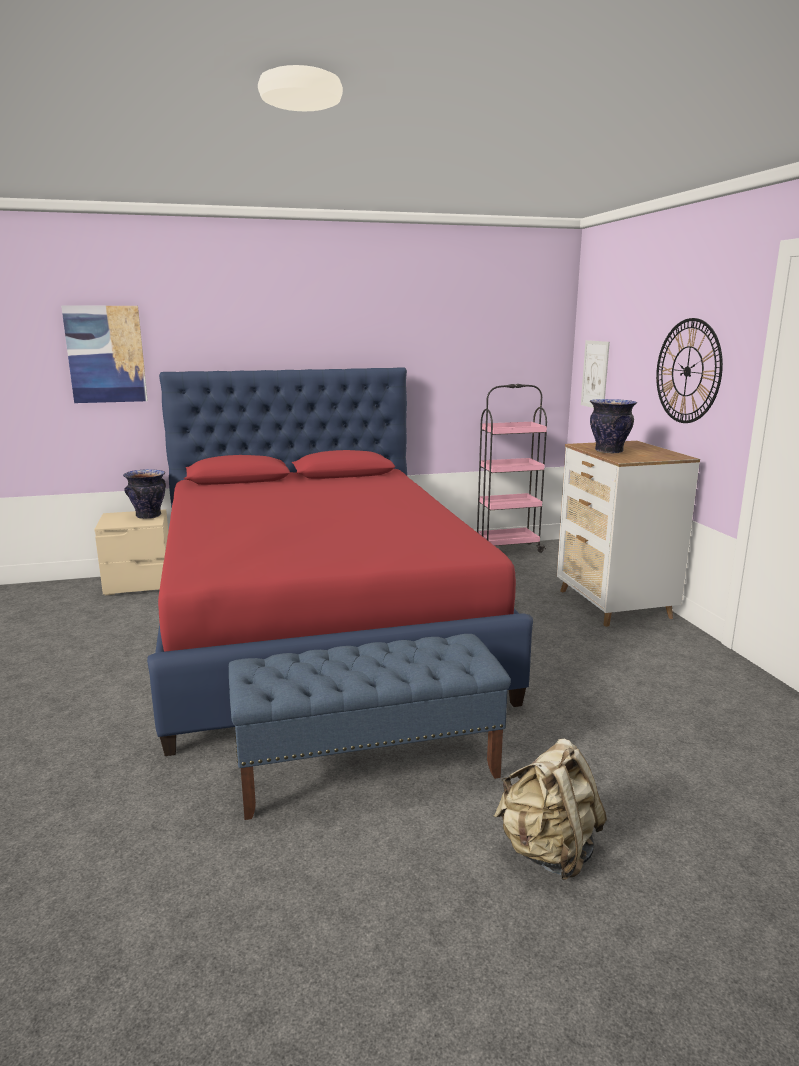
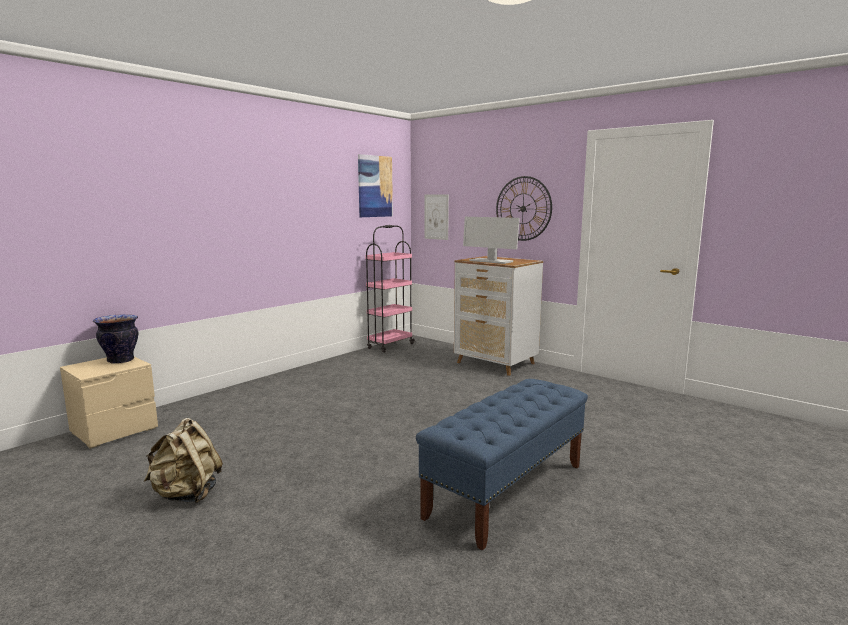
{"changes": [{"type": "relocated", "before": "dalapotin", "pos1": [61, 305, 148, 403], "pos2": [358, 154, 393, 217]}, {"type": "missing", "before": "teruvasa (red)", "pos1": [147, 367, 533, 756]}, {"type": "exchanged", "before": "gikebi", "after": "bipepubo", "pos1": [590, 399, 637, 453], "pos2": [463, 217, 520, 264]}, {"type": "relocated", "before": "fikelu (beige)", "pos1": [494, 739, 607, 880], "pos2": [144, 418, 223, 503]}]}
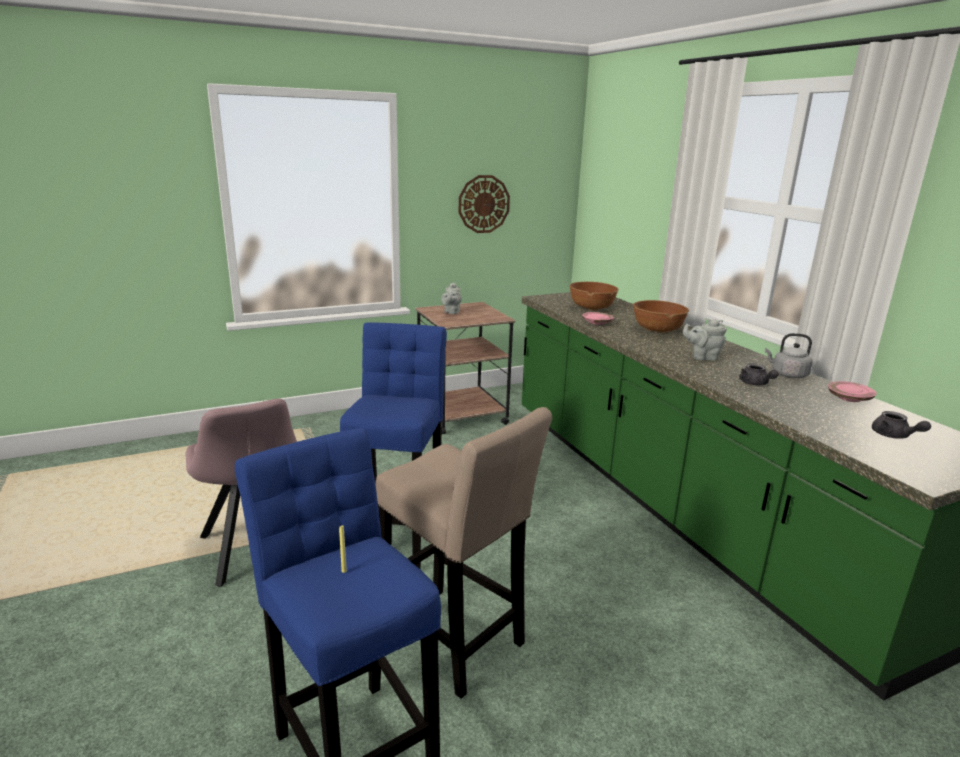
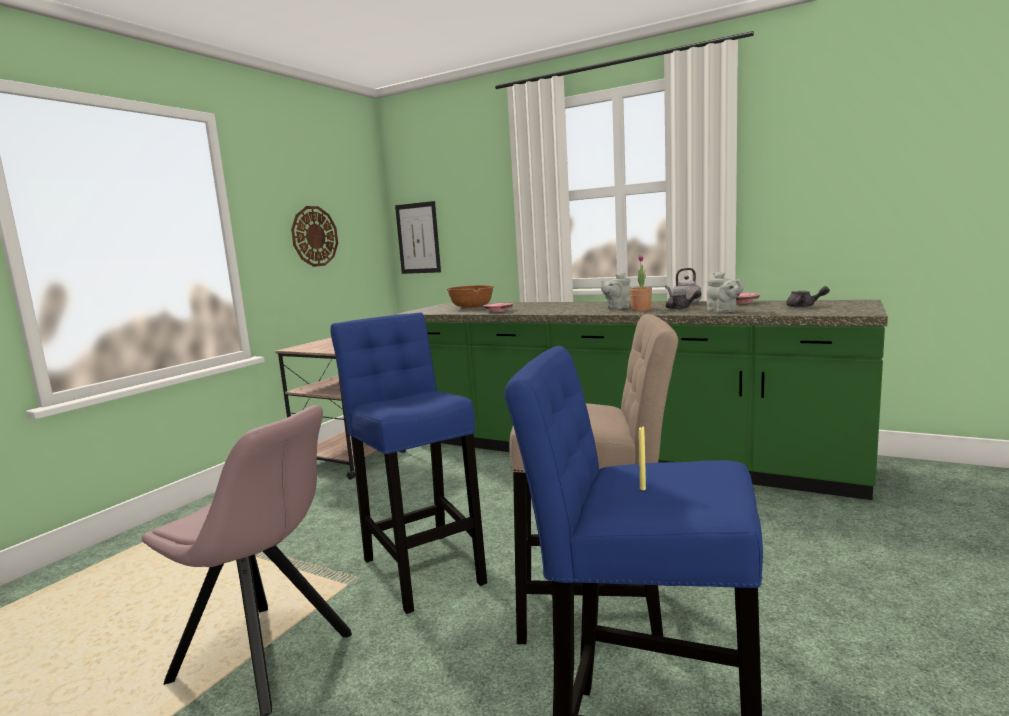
{"changes": [{"type": "relocated", "before": "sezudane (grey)", "pos1": [441, 282, 462, 314], "pos2": [706, 272, 744, 312]}, {"type": "missing", "before": "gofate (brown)", "pos1": [633, 300, 689, 333]}, {"type": "appeared", "after": "dalapotin", "pos2": [395, 201, 441, 274]}, {"type": "appeared", "after": "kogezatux", "pos2": [630, 255, 652, 311]}]}
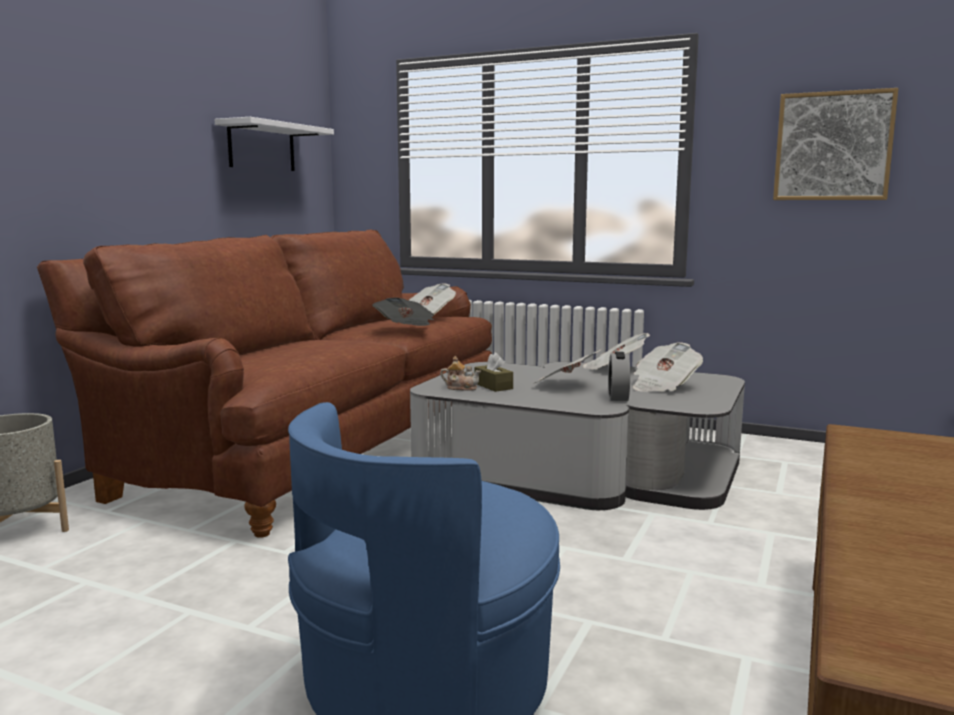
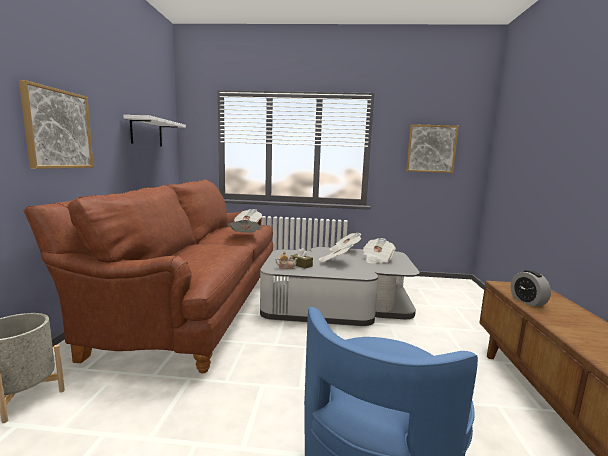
{"changes": [{"type": "relocated", "before": "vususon", "pos1": [608, 352, 630, 401], "pos2": [511, 270, 551, 307]}, {"type": "appeared", "after": "dalapotin", "pos2": [19, 80, 94, 169]}]}
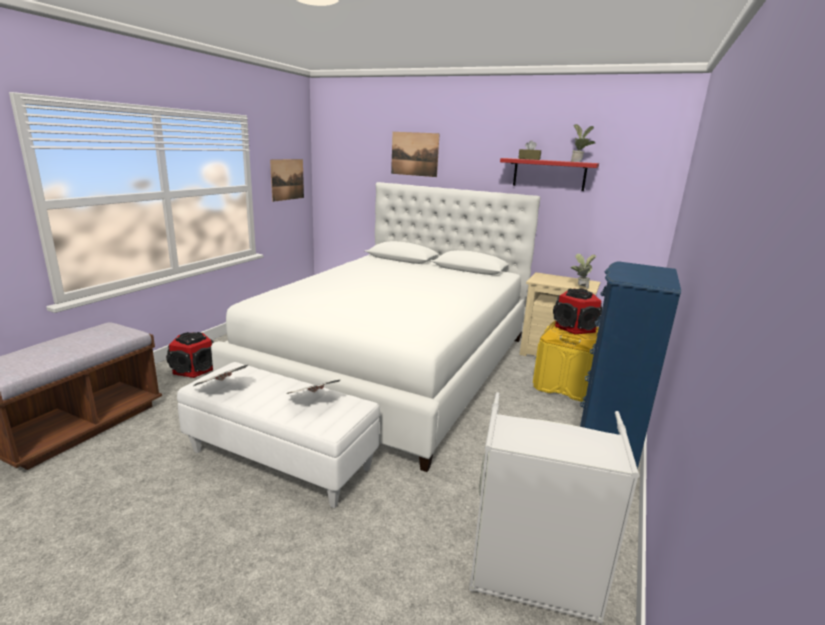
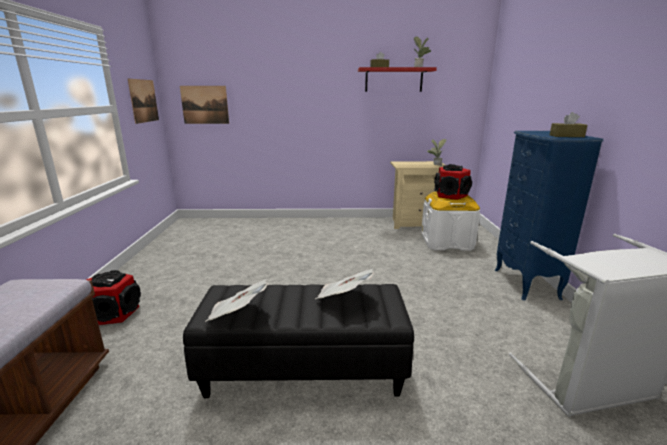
{"changes": [{"type": "relocated", "before": "dalapotin", "pos1": [391, 132, 440, 177], "pos2": [180, 86, 229, 124]}, {"type": "missing", "before": "teruvasa (white)", "pos1": [211, 182, 540, 472]}, {"type": "colour", "before": "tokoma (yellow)", "after": "tokoma (white)", "pos1": [533, 321, 599, 402], "pos2": [421, 191, 480, 251]}, {"type": "colour", "before": "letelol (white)", "after": "letelol (black)", "pos1": [177, 362, 380, 509], "pos2": [183, 284, 414, 398]}, {"type": "appeared", "after": "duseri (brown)", "pos2": [550, 112, 588, 137]}]}
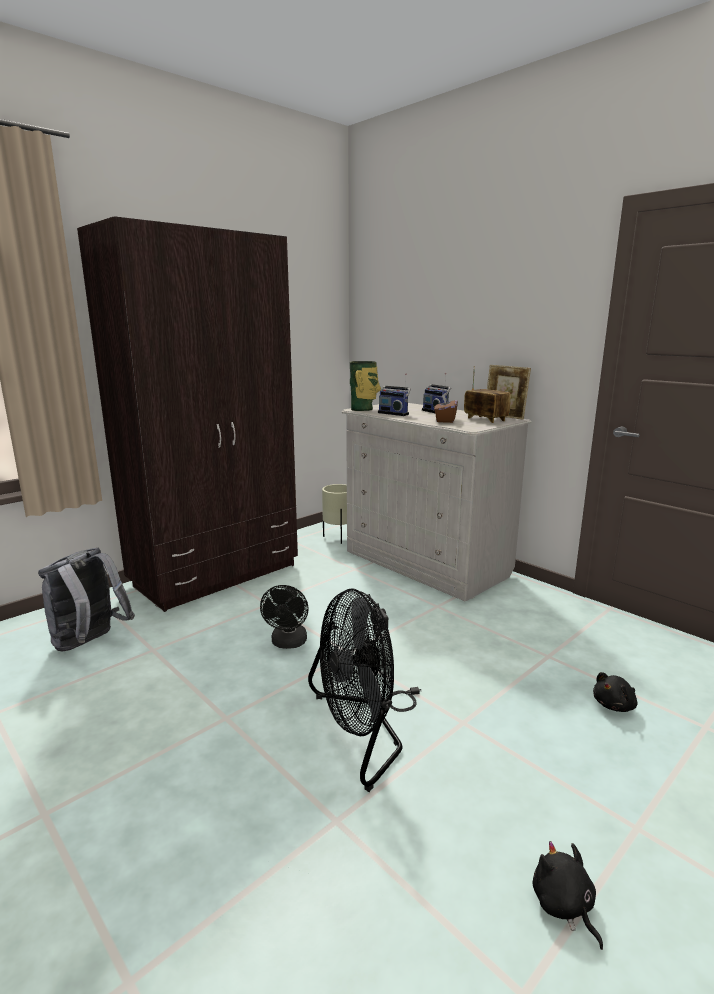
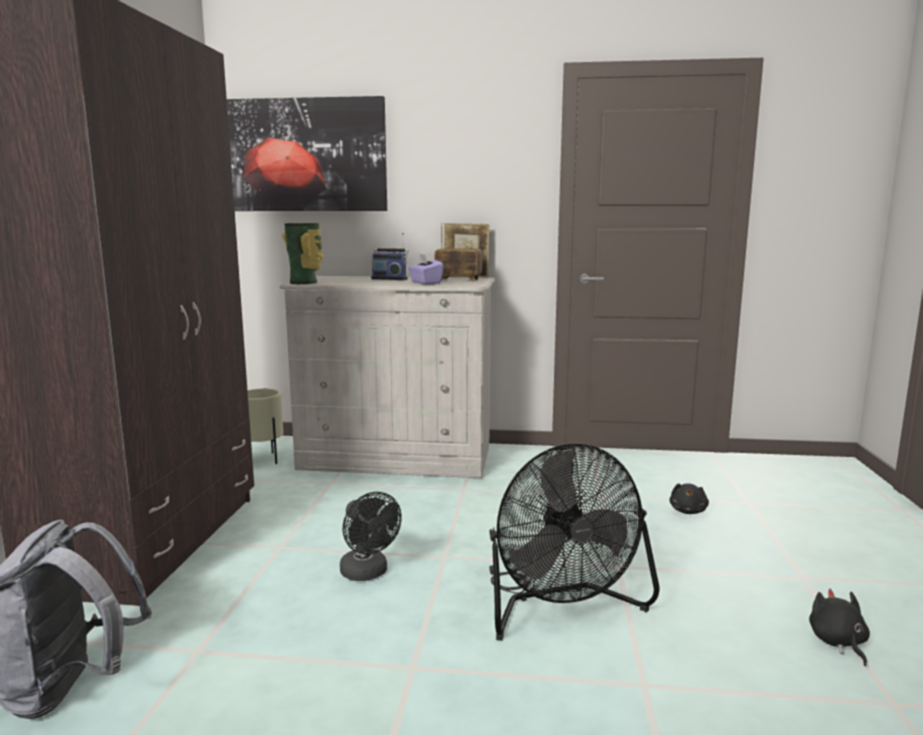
{"changes": [{"type": "missing", "before": "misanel", "pos1": [378, 374, 411, 416]}, {"type": "colour", "before": "duseri (brown)", "after": "duseri (purple)", "pos1": [434, 394, 458, 423], "pos2": [408, 253, 444, 284]}, {"type": "spun", "before": "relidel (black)", "pos1": [308, 589, 422, 792], "pos2": [490, 444, 659, 641], "turn": -45}, {"type": "spun", "before": "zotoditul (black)", "pos1": [533, 841, 603, 950], "pos2": [809, 588, 870, 666], "turn": 60}, {"type": "appeared", "after": "dalapotin", "pos2": [227, 96, 387, 211]}]}
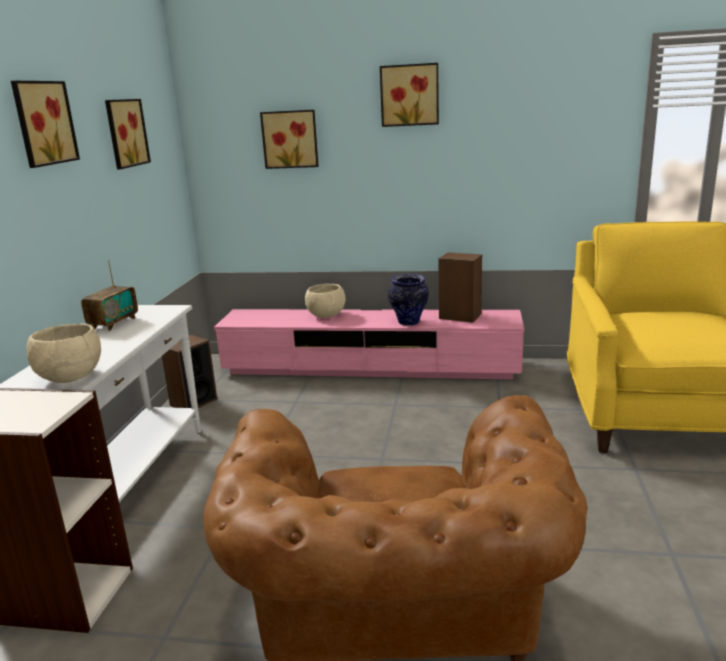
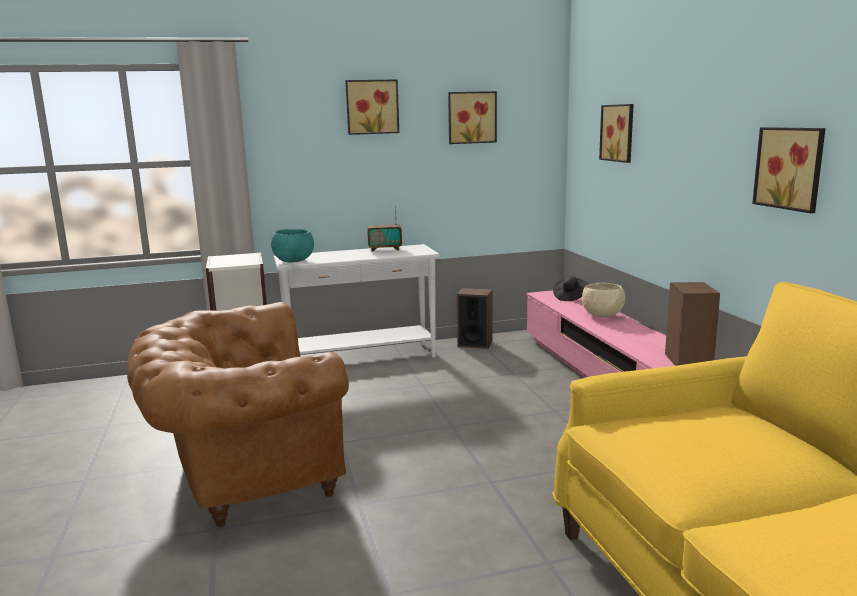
{"changes": [{"type": "relocated", "before": "dalapotin", "pos1": [380, 63, 439, 127], "pos2": [752, 127, 826, 213]}, {"type": "missing", "before": "gikebi", "pos1": [388, 274, 429, 326]}, {"type": "colour", "before": "gofate (beige)", "after": "gofate (turquoise)", "pos1": [26, 324, 101, 383], "pos2": [271, 229, 314, 263]}, {"type": "appeared", "after": "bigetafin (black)", "pos2": [553, 276, 589, 301]}]}
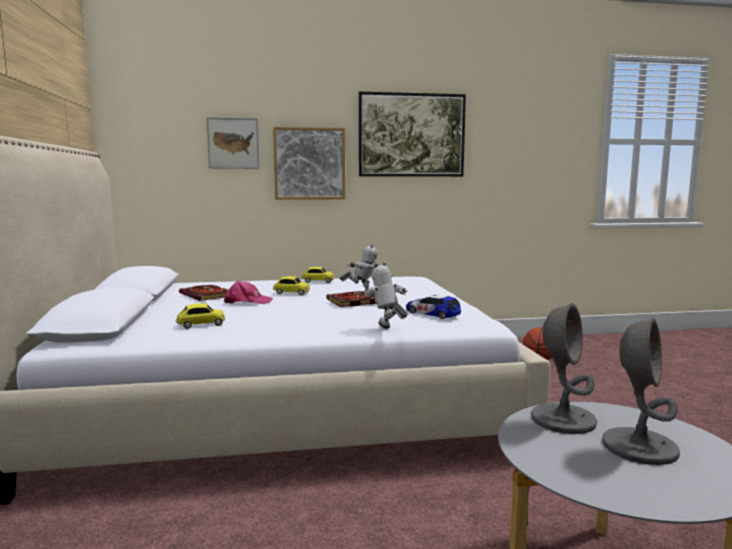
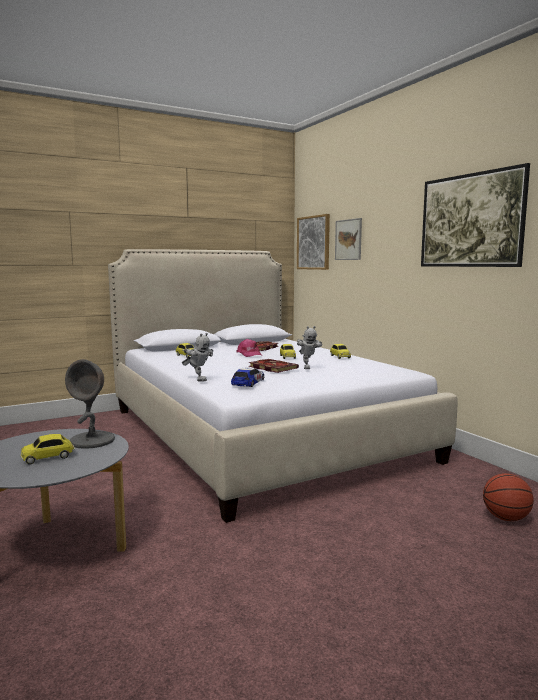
{"changes": [{"type": "relocated", "before": "dalapotin", "pos1": [273, 127, 345, 200], "pos2": [297, 214, 330, 270]}, {"type": "spun", "before": "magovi", "pos1": [365, 262, 408, 329], "pos2": [182, 333, 213, 382], "turn": 90}, {"type": "exchanged", "before": "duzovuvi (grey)", "after": "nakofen", "pos1": [602, 318, 680, 465], "pos2": [21, 434, 75, 465]}]}
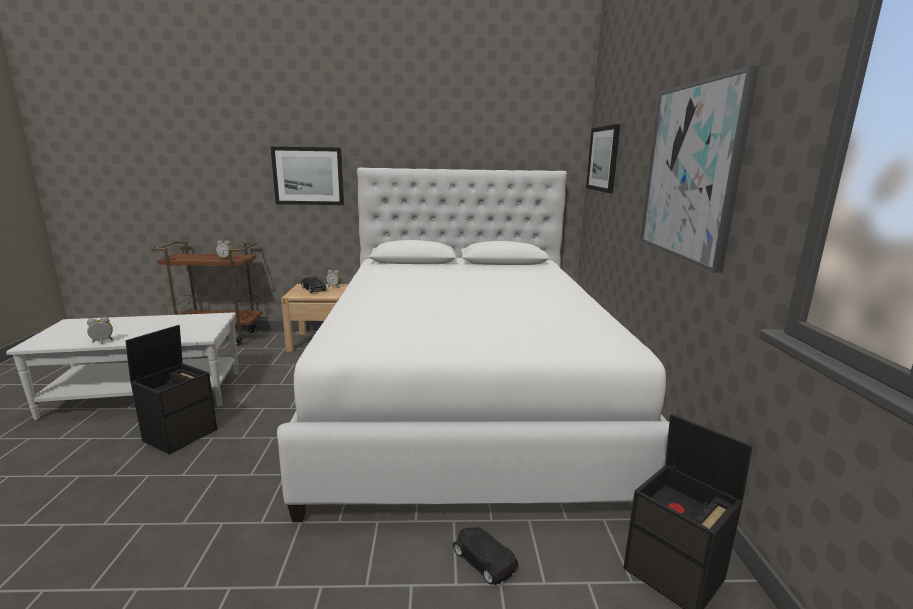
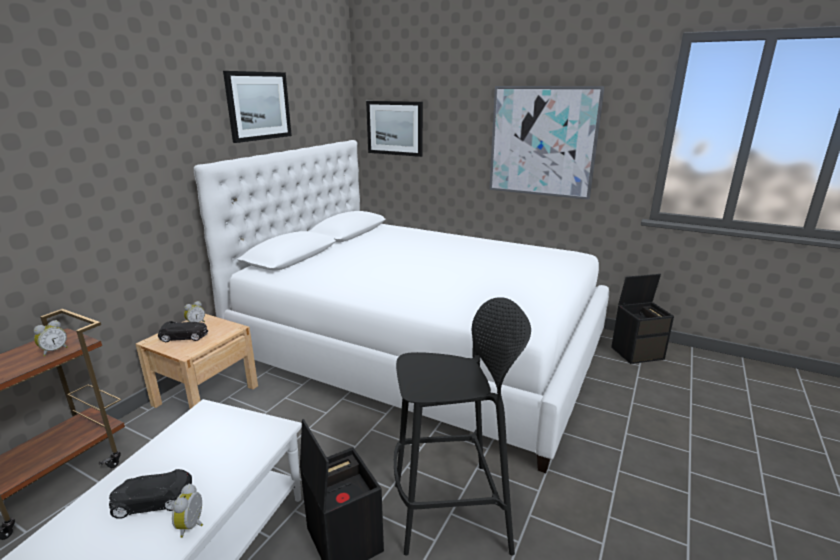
{"changes": [{"type": "relocated", "before": "dalapotin", "pos1": [271, 147, 344, 205], "pos2": [223, 71, 292, 143]}, {"type": "relocated", "before": "nakofen (black)", "pos1": [453, 527, 518, 585], "pos2": [109, 469, 192, 519]}, {"type": "appeared", "after": "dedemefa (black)", "pos2": [394, 297, 531, 556]}]}
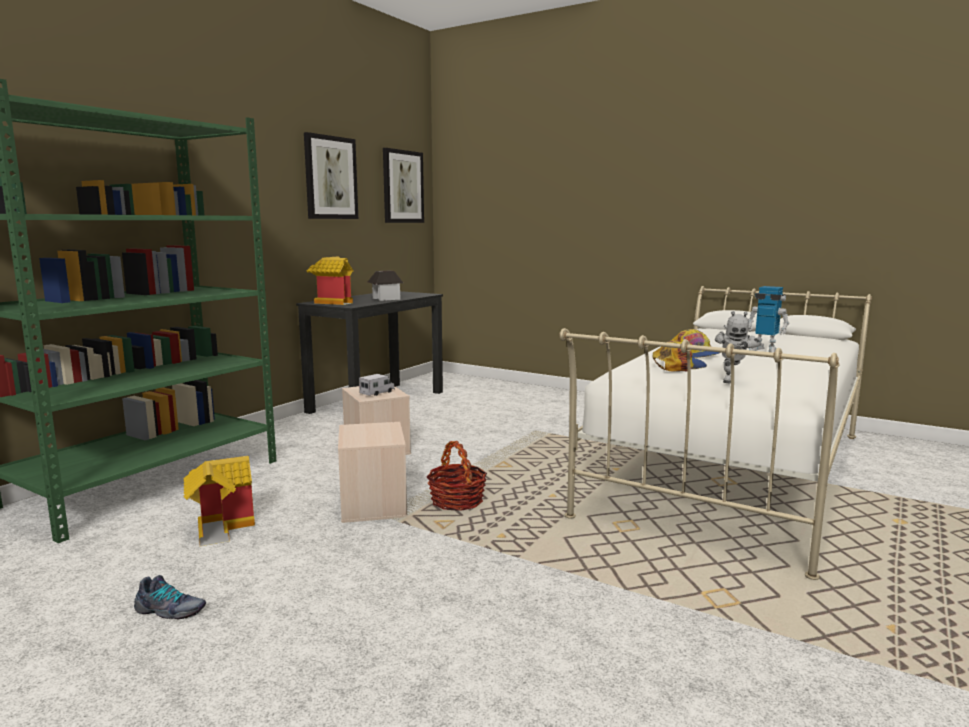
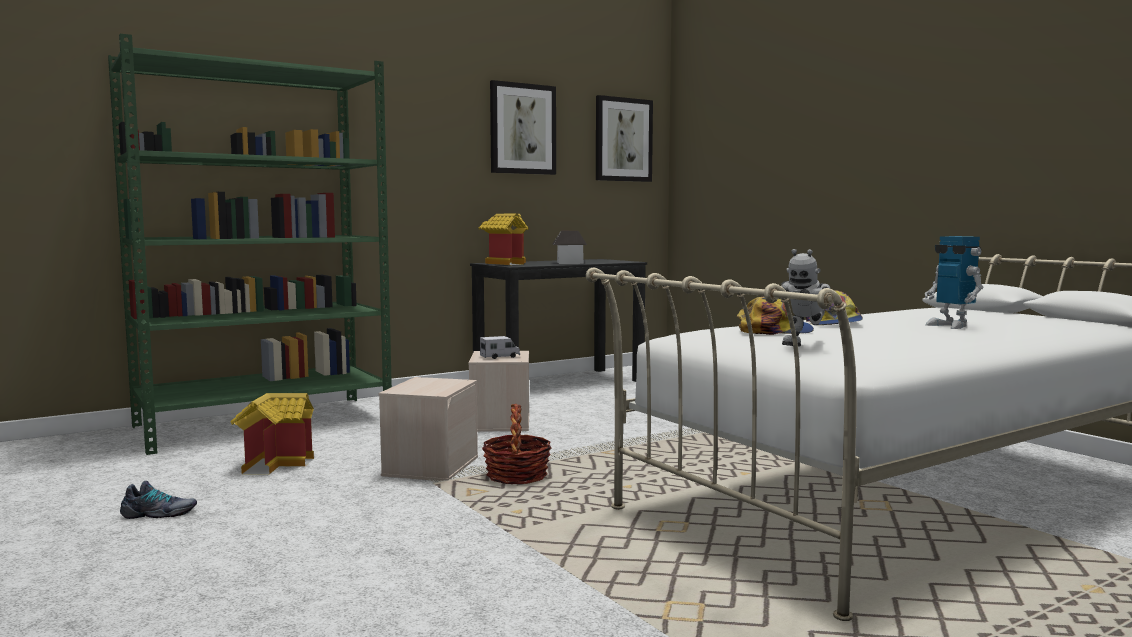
{"changes": [{"type": "spun", "before": "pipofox", "pos1": [134, 575, 206, 619], "pos2": [120, 481, 197, 519], "turn": -45}]}
